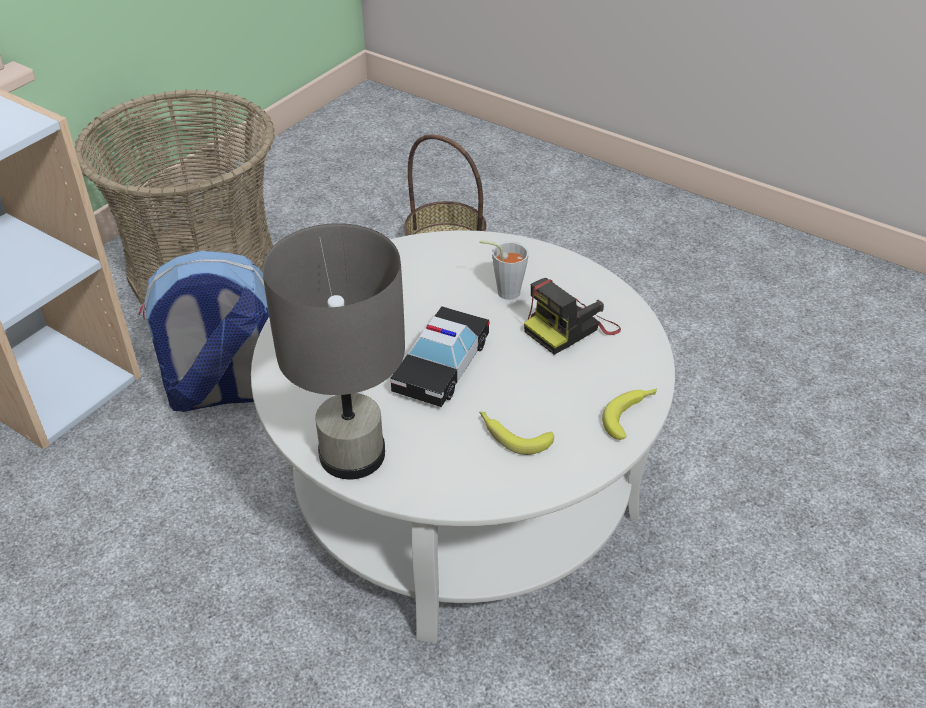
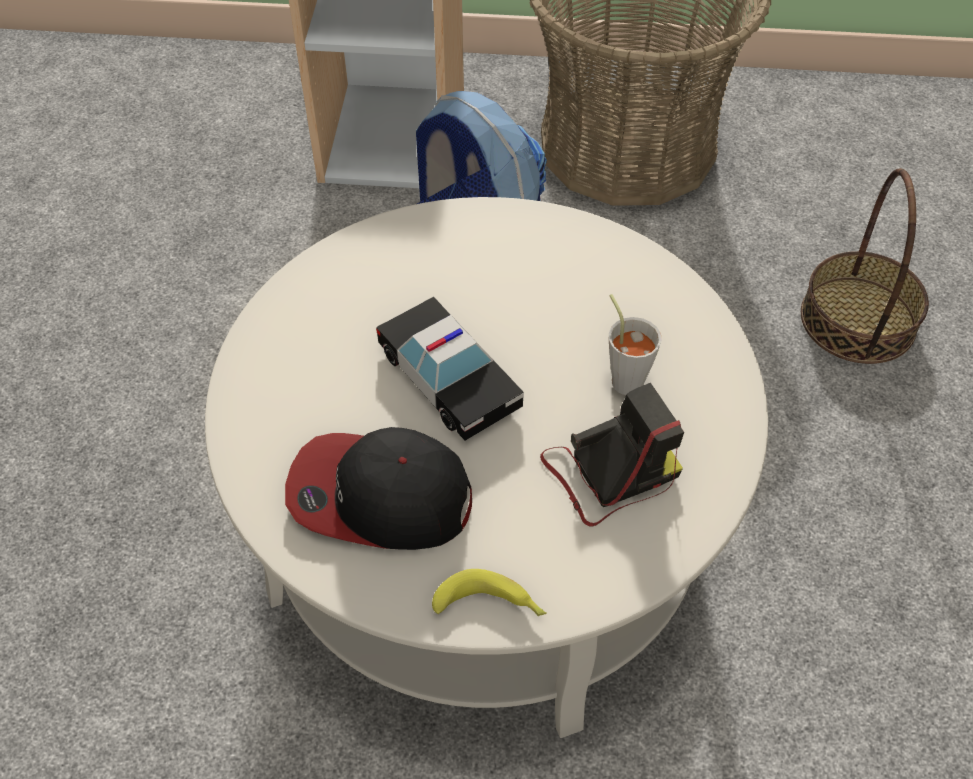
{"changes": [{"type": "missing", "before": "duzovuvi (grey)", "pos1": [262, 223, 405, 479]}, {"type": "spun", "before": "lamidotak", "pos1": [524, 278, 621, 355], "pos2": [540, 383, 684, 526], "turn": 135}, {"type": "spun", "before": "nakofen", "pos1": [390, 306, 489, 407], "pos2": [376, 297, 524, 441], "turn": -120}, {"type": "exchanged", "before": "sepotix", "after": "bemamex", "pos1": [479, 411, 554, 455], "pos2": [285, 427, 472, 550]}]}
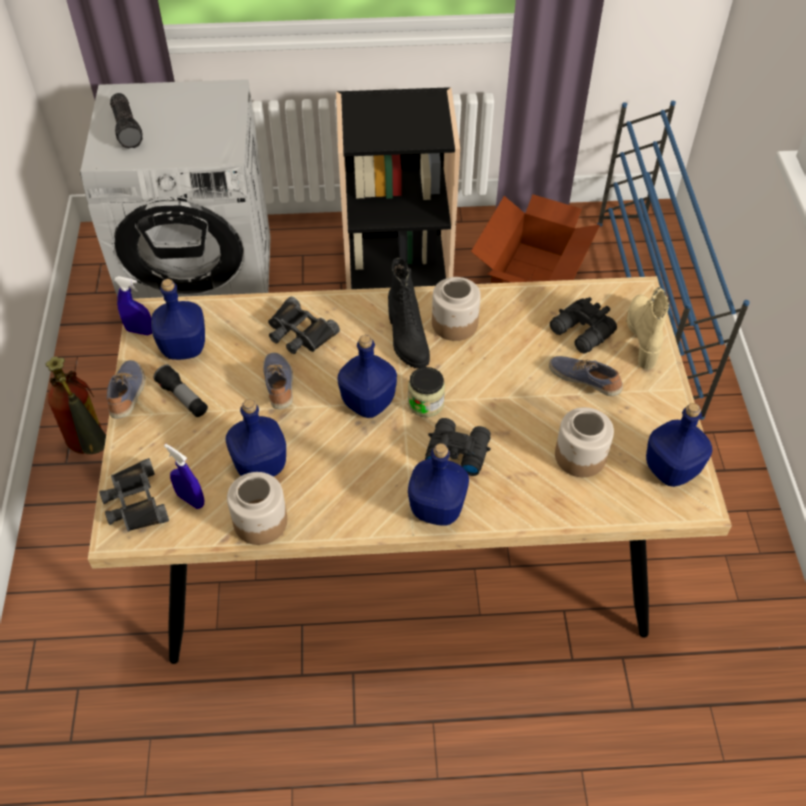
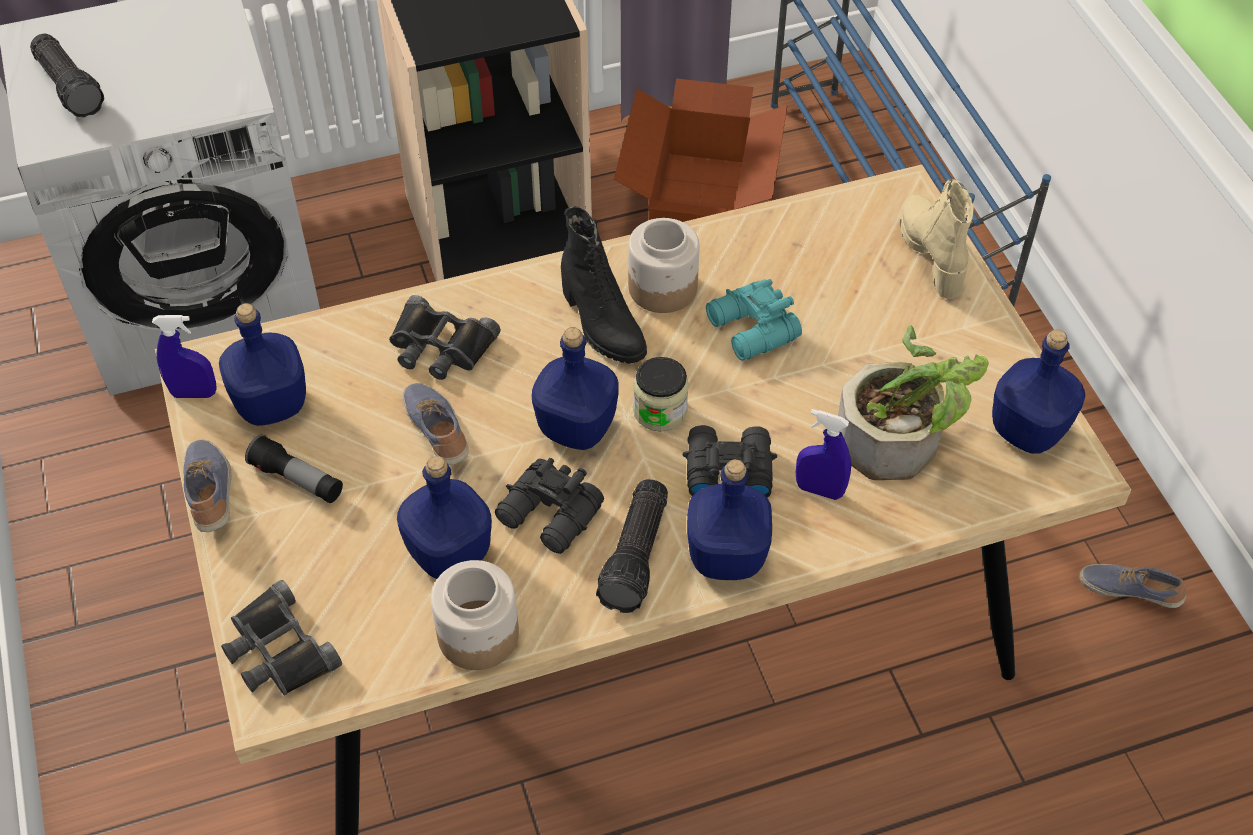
{"changes": [{"type": "relocated", "before": "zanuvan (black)", "pos1": [550, 297, 617, 354], "pos2": [495, 458, 604, 554]}, {"type": "missing", "before": "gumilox", "pos1": [45, 356, 106, 454]}, {"type": "relocated", "before": "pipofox", "pos1": [549, 356, 623, 396], "pos2": [1079, 564, 1186, 608]}, {"type": "exchanged", "before": "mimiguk", "after": "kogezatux", "pos1": [555, 407, 614, 477], "pos2": [838, 325, 989, 480]}, {"type": "relocated", "before": "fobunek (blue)", "pos1": [164, 444, 204, 509], "pos2": [796, 409, 851, 500]}, {"type": "appeared", "after": "zanuvan (turquoise)", "pos2": [706, 279, 802, 361]}, {"type": "appeared", "after": "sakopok", "pos2": [596, 479, 668, 613]}]}
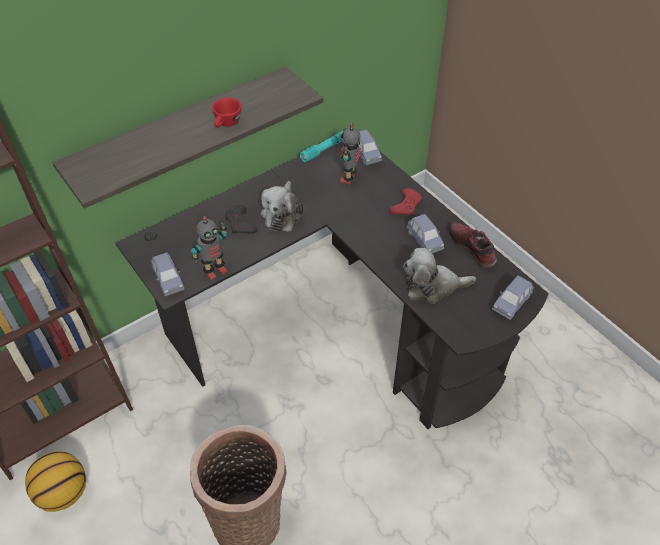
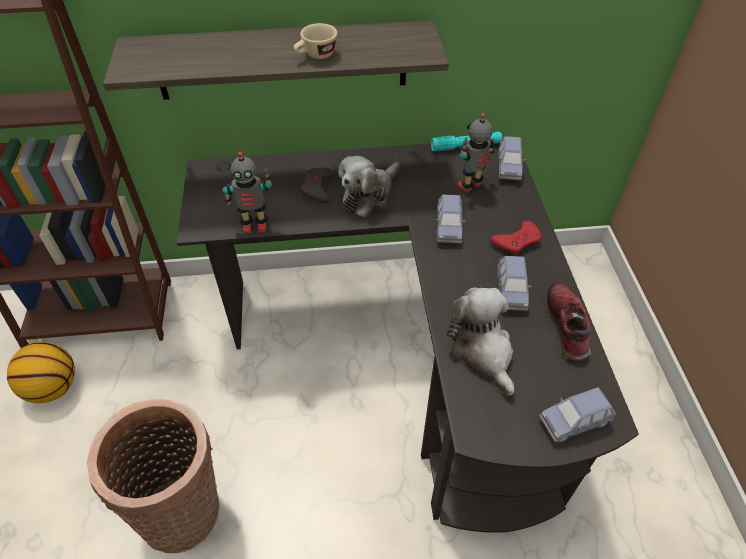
{"changes": [{"type": "colour", "before": "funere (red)", "after": "funere (beige)", "pos1": [212, 98, 242, 127], "pos2": [293, 23, 338, 59]}, {"type": "spun", "before": "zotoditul", "pos1": [403, 248, 476, 304], "pos2": [447, 287, 514, 396], "turn": 45}, {"type": "relocated", "before": "nakofen (blue)", "pos1": [151, 252, 184, 297], "pos2": [436, 195, 466, 244]}]}
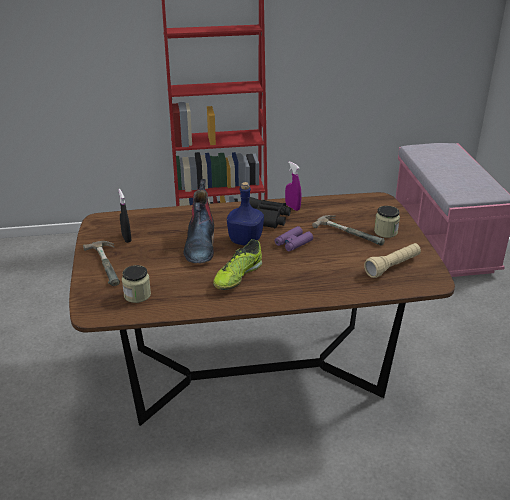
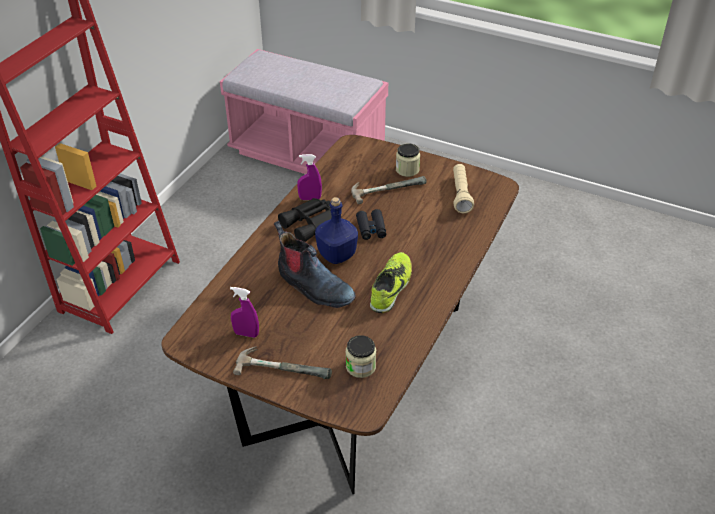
{"changes": [{"type": "colour", "before": "fobunek (black)", "after": "fobunek (purple)", "pos1": [119, 189, 132, 243], "pos2": [230, 287, 259, 338]}, {"type": "colour", "before": "zanuvan (purple)", "after": "zanuvan (black)", "pos1": [275, 226, 313, 251], "pos2": [356, 209, 386, 240]}, {"type": "spun", "before": "pipofox", "pos1": [213, 239, 262, 290], "pos2": [370, 252, 412, 313], "turn": -135}]}
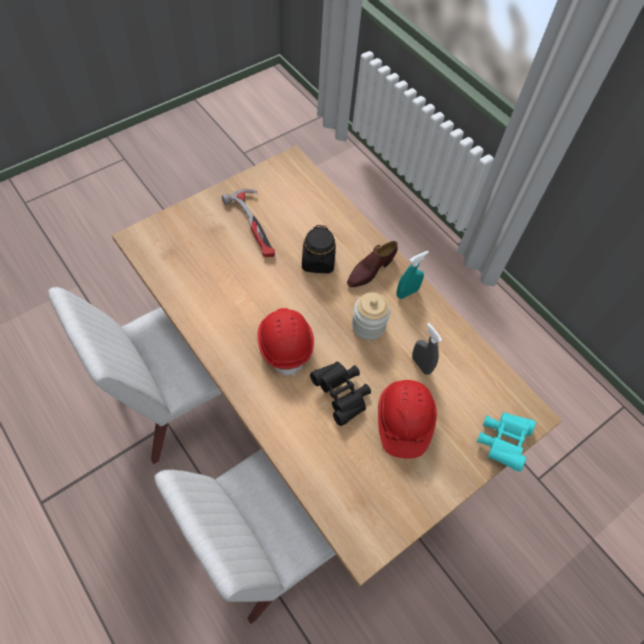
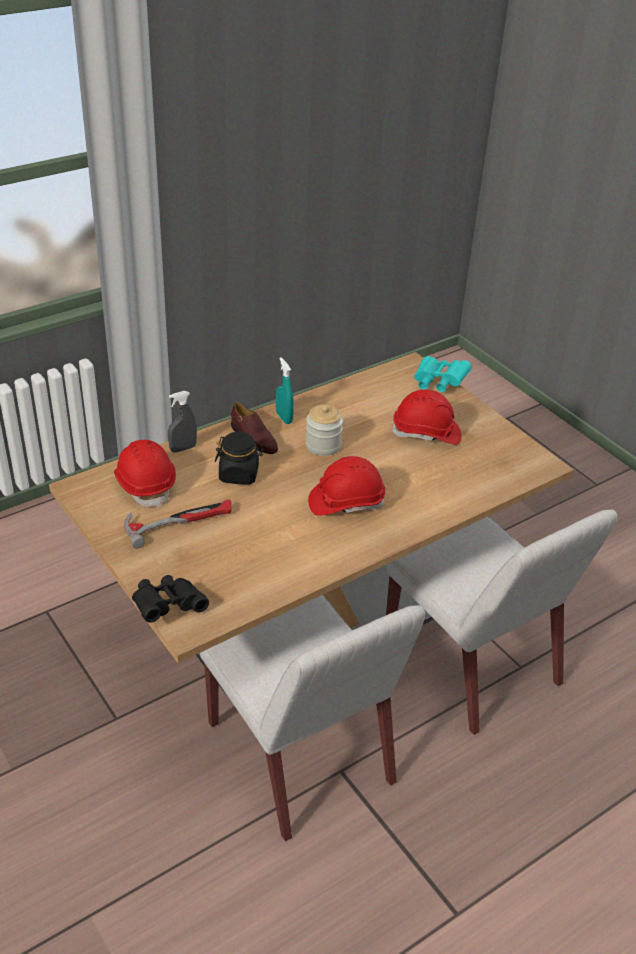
{"changes": [{"type": "relocated", "before": "fobunek (grey)", "pos1": [412, 323, 442, 375], "pos2": [168, 391, 197, 453]}, {"type": "relocated", "before": "zanuvan (black)", "pos1": [310, 361, 371, 426], "pos2": [132, 575, 209, 623]}, {"type": "appeared", "after": "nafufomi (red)", "pos2": [114, 439, 176, 508]}]}
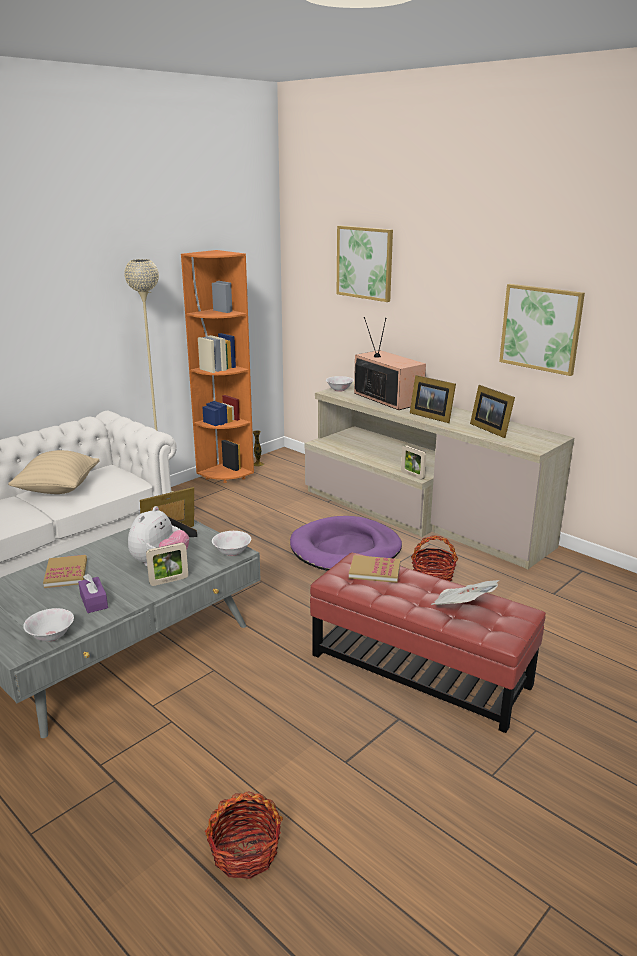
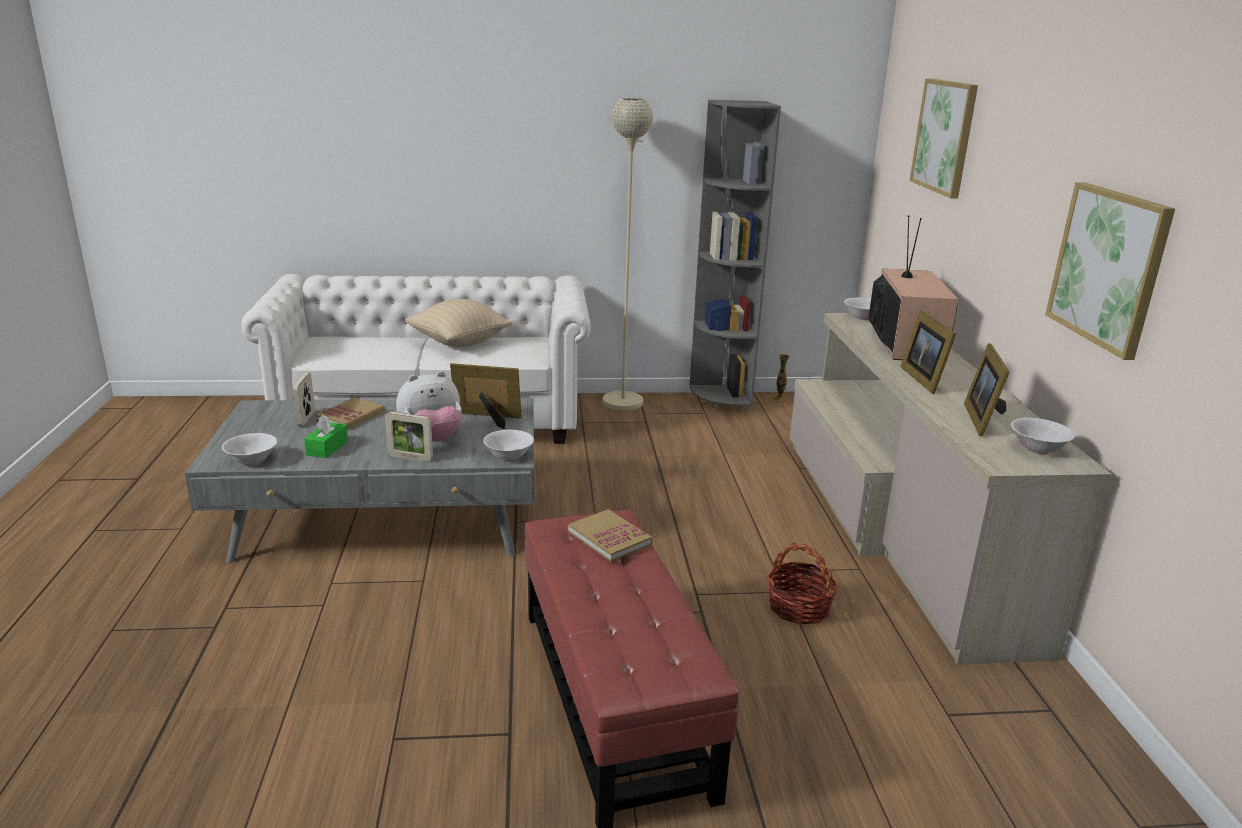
{"changes": [{"type": "colour", "before": "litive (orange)", "after": "litive (grey)", "pos1": [181, 250, 254, 483], "pos2": [689, 100, 781, 411]}, {"type": "relocated", "before": "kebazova", "pos1": [401, 445, 426, 480], "pos2": [293, 372, 315, 426]}, {"type": "missing", "before": "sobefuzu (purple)", "pos1": [290, 516, 402, 571]}, {"type": "colour", "before": "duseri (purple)", "after": "duseri (green)", "pos1": [78, 574, 108, 613], "pos2": [304, 414, 348, 458]}, {"type": "missing", "before": "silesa", "pos1": [431, 580, 500, 605]}, {"type": "missing", "before": "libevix", "pos1": [205, 791, 283, 879]}, {"type": "appeared", "after": "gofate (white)", "pos2": [1011, 418, 1075, 454]}]}
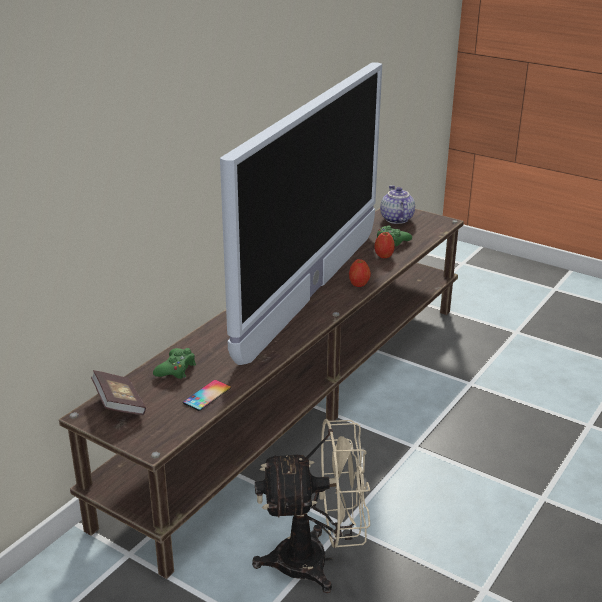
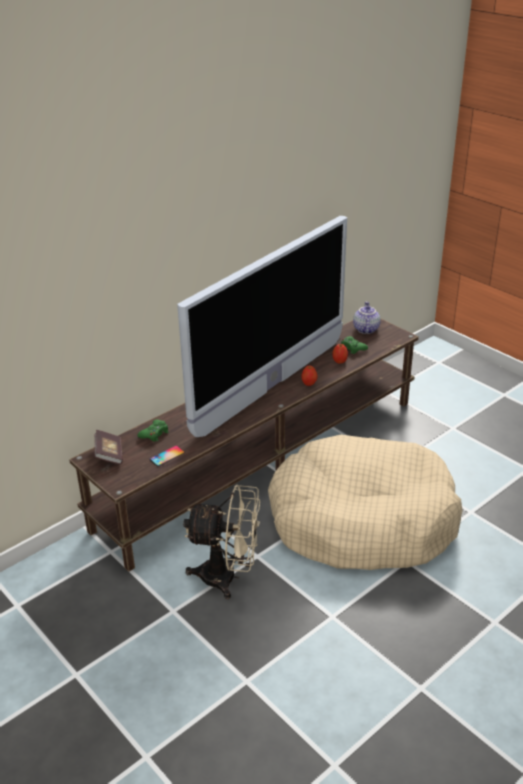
{"changes": [{"type": "appeared", "after": "sobefuzu (beige)", "pos2": [268, 435, 462, 570]}]}
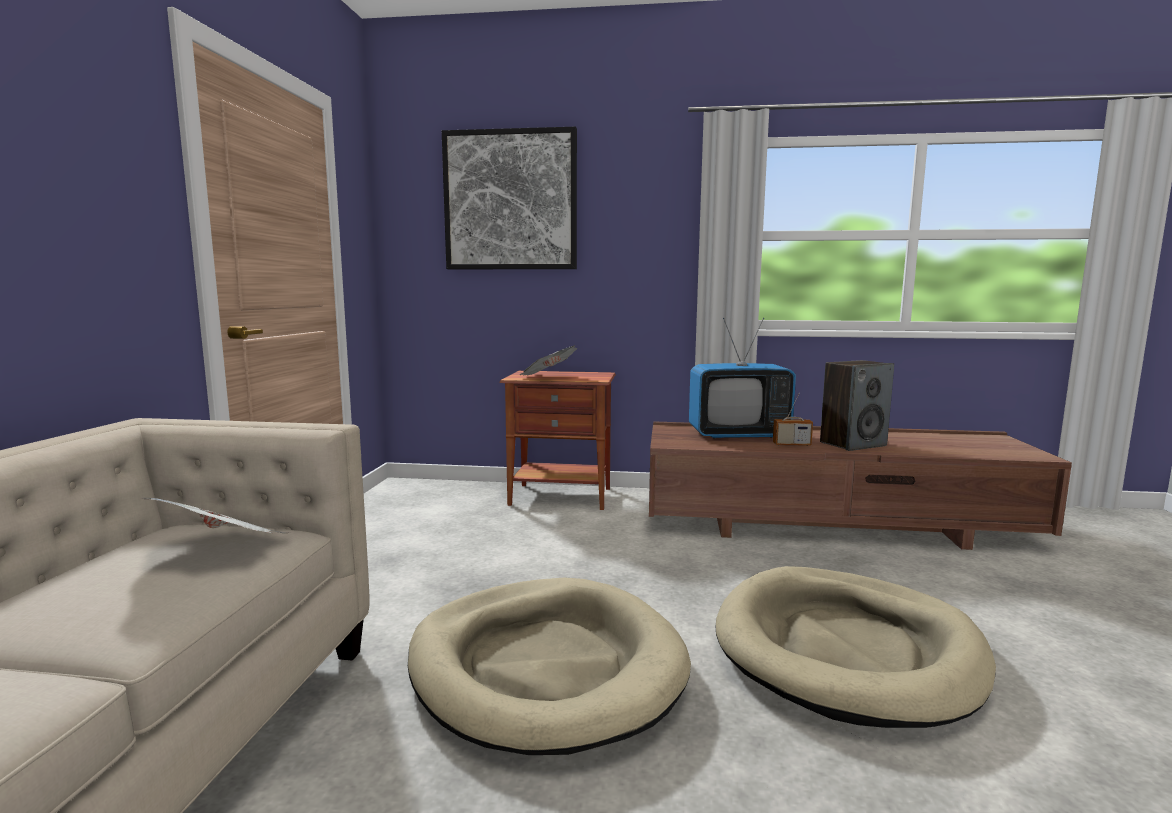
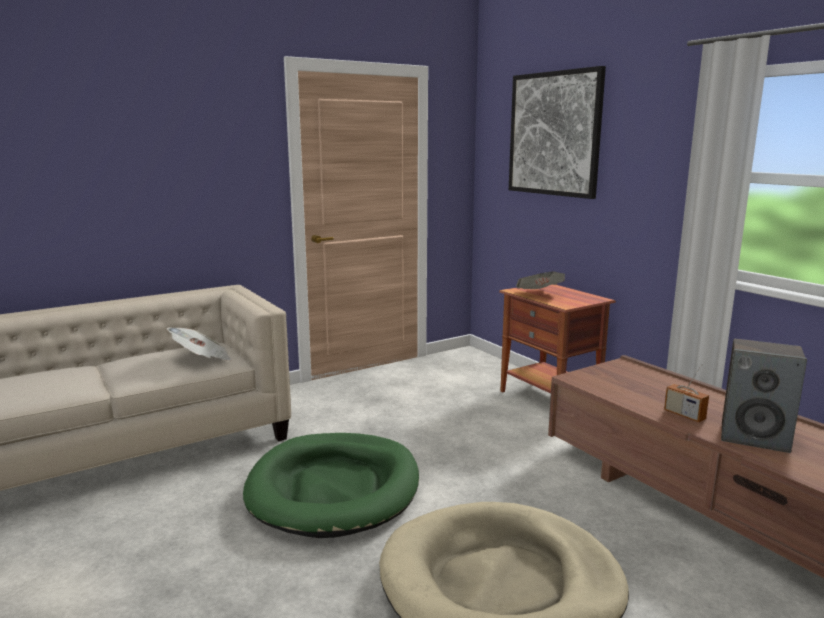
{"changes": [{"type": "missing", "before": "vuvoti", "pos1": [689, 318, 796, 439]}, {"type": "colour", "before": "sobefuzu (beige)", "after": "sobefuzu (green)", "pos1": [408, 577, 691, 755], "pos2": [243, 433, 419, 538]}]}
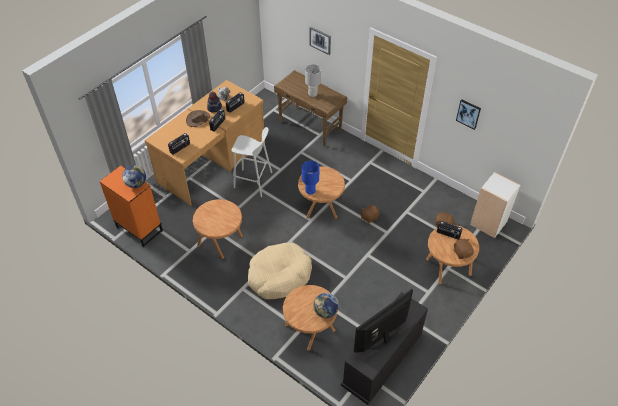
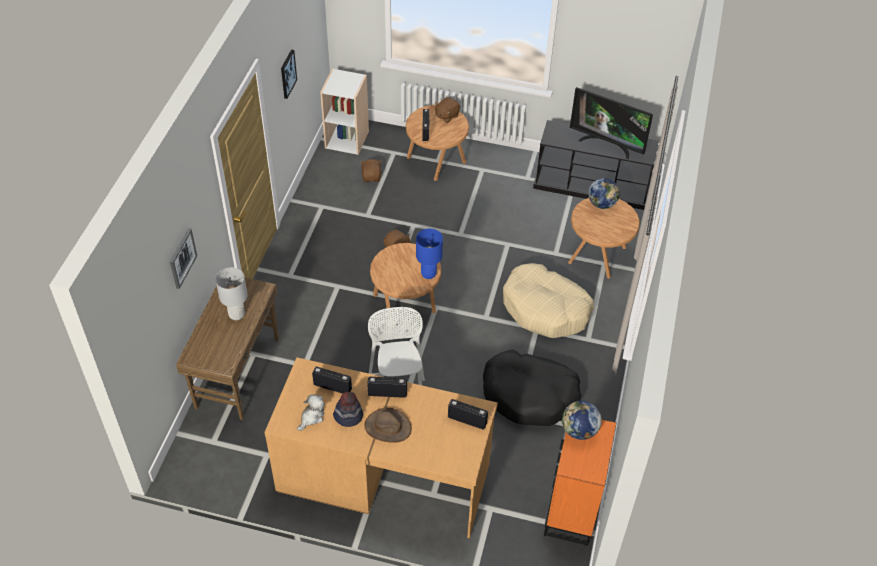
{"changes": [{"type": "exchanged", "before": "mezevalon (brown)", "after": "sobefuzu (black)", "pos1": [193, 199, 243, 259], "pos2": [483, 350, 582, 426]}]}
